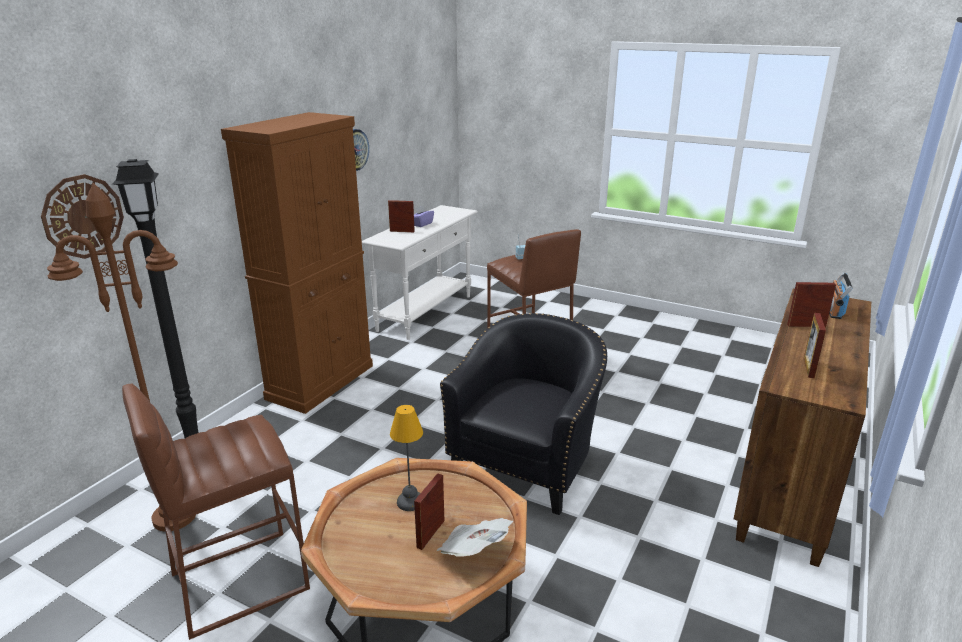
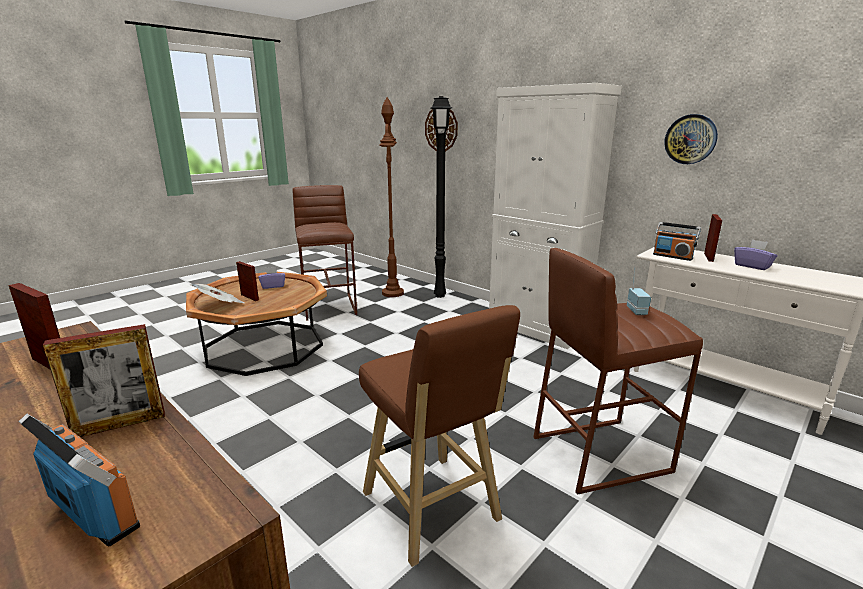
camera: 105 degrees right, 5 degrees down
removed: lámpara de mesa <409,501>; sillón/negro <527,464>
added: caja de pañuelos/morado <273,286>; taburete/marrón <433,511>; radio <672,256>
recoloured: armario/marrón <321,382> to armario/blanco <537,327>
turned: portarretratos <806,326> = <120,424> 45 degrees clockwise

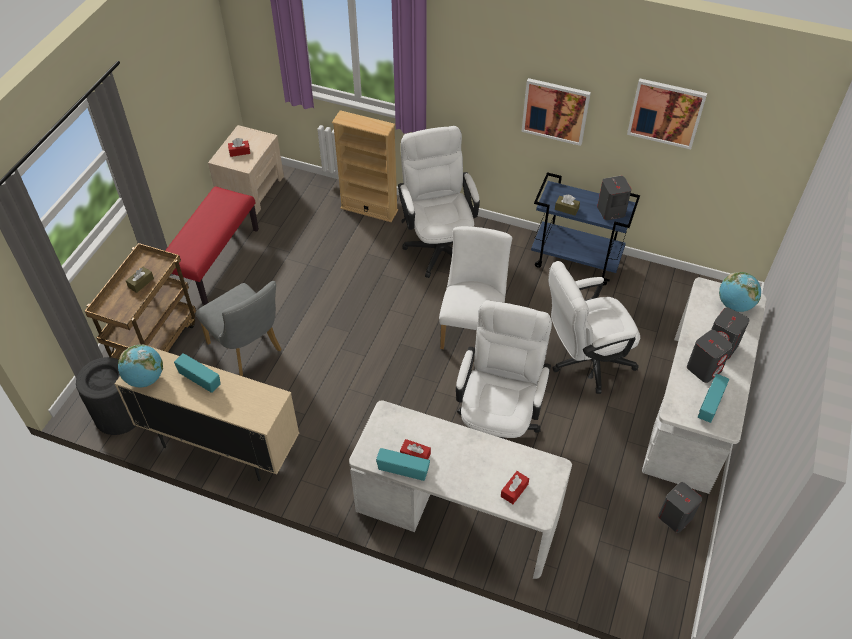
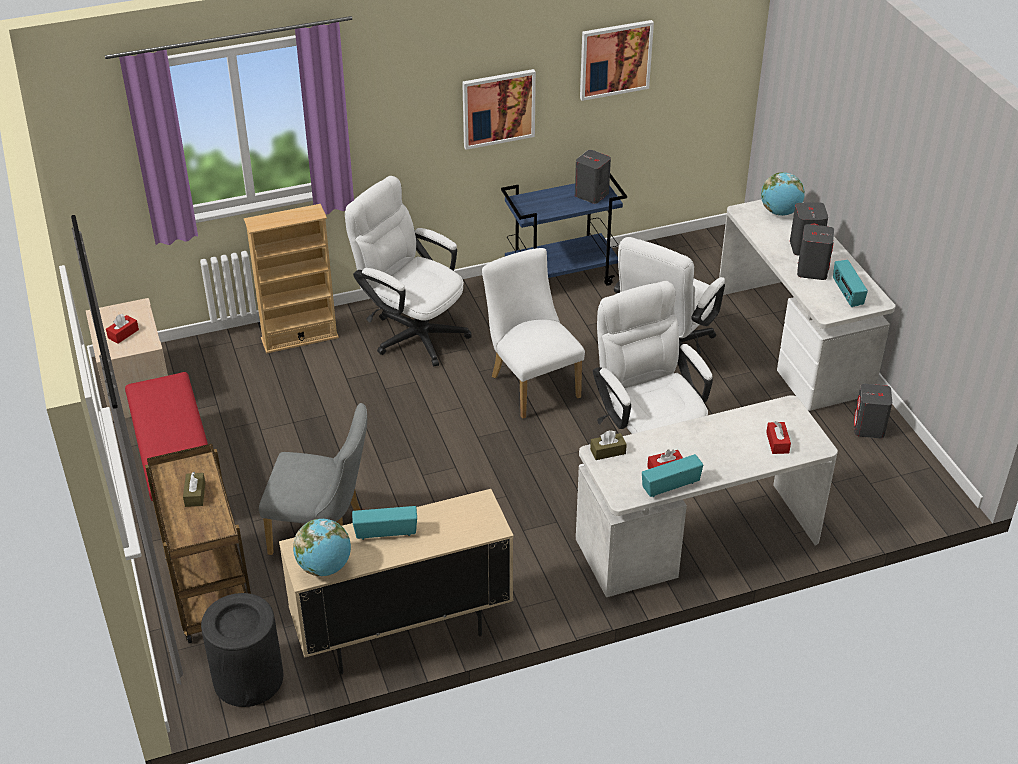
camera: 40 degrees left, 10 degrees down
moved: caja de pañuelos/marrón <566,209> to <608,451>

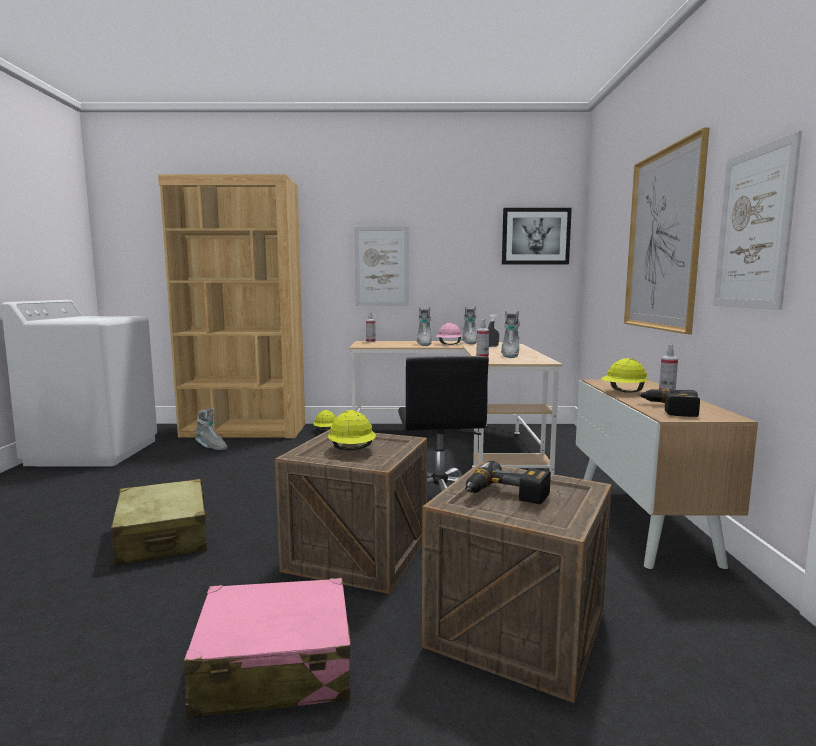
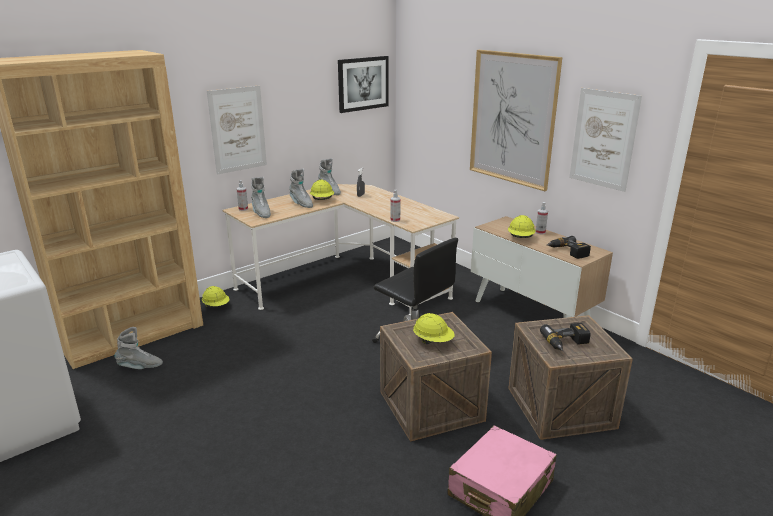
camera: 40 degrees left, 15 degrees up
removed: maleta/beis <163,537>
moved: bota/gris <510,355> to <261,213>
recoloured: casco/rosa <448,344> to casco/amarillo <322,200>

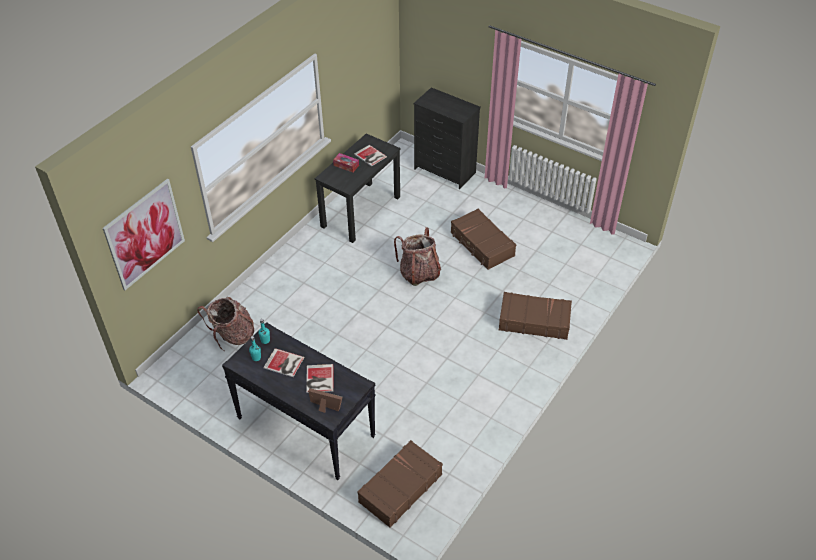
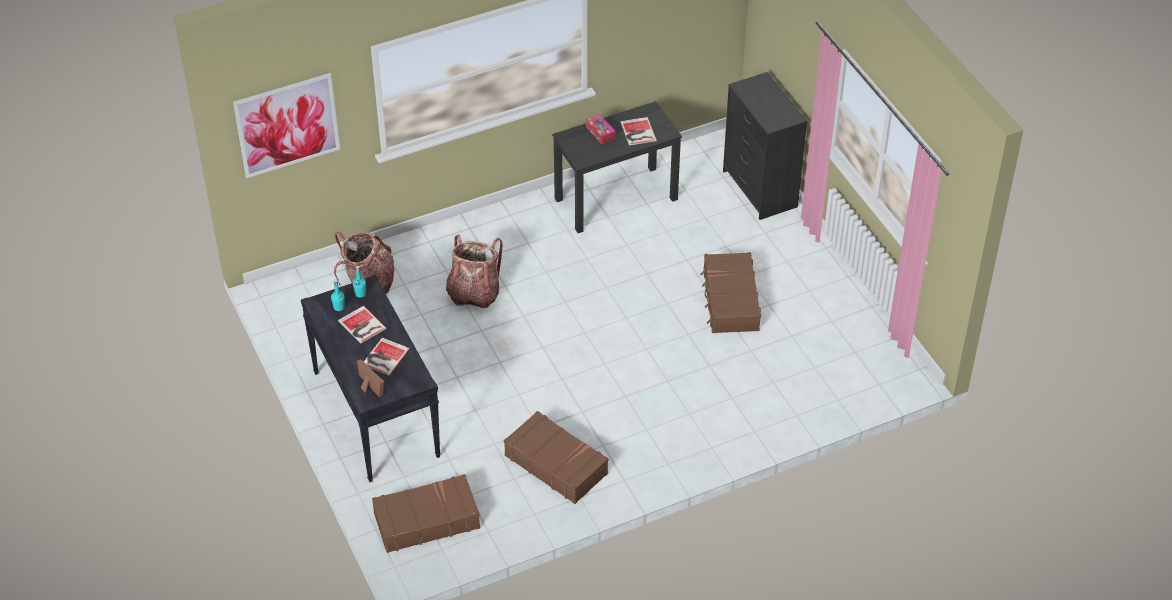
camera: 30 degrees right, 0 degrees up
moved: mochila <419,273> to <474,293>; maleta/marrón <534,321> to <556,464>

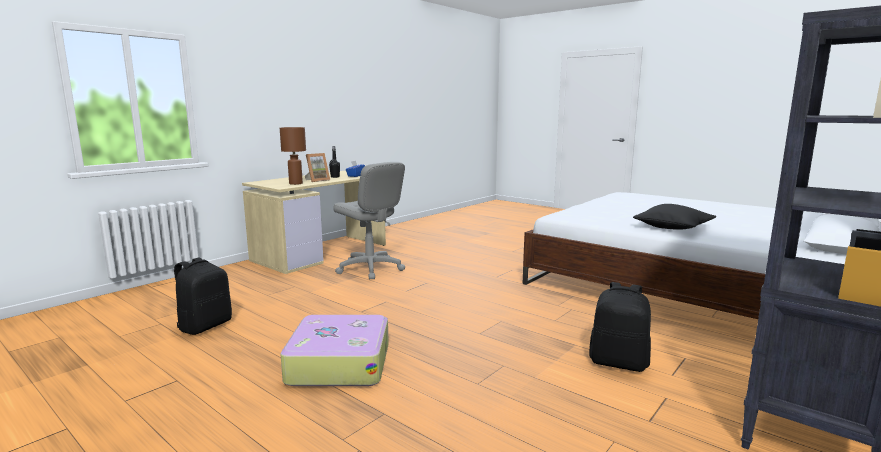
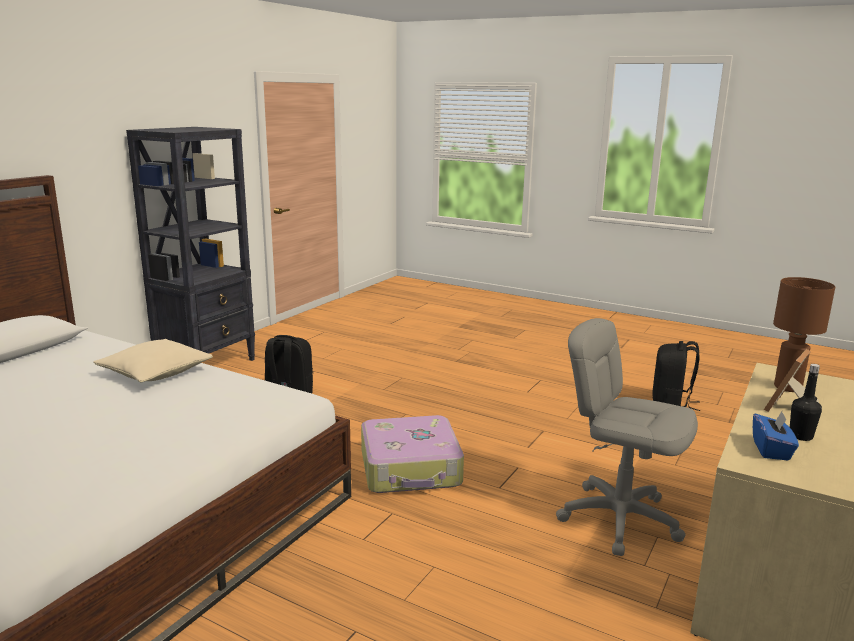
camera: 170 degrees right, 5 degrees up
moved: maleta <339,363> to <411,468>
recoloured: cojín/negro <673,228> to cojín/beis <155,373>

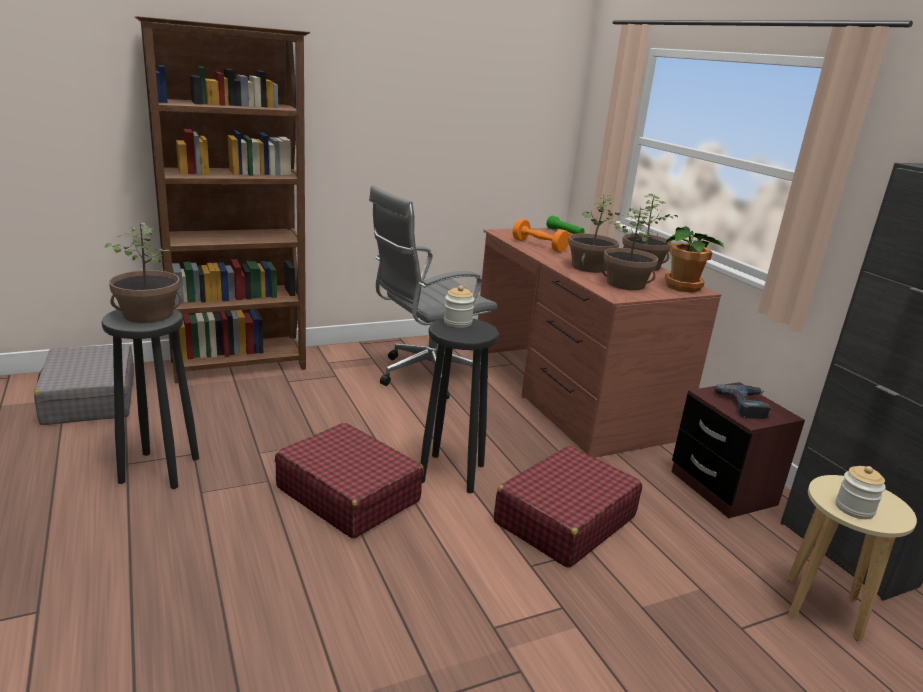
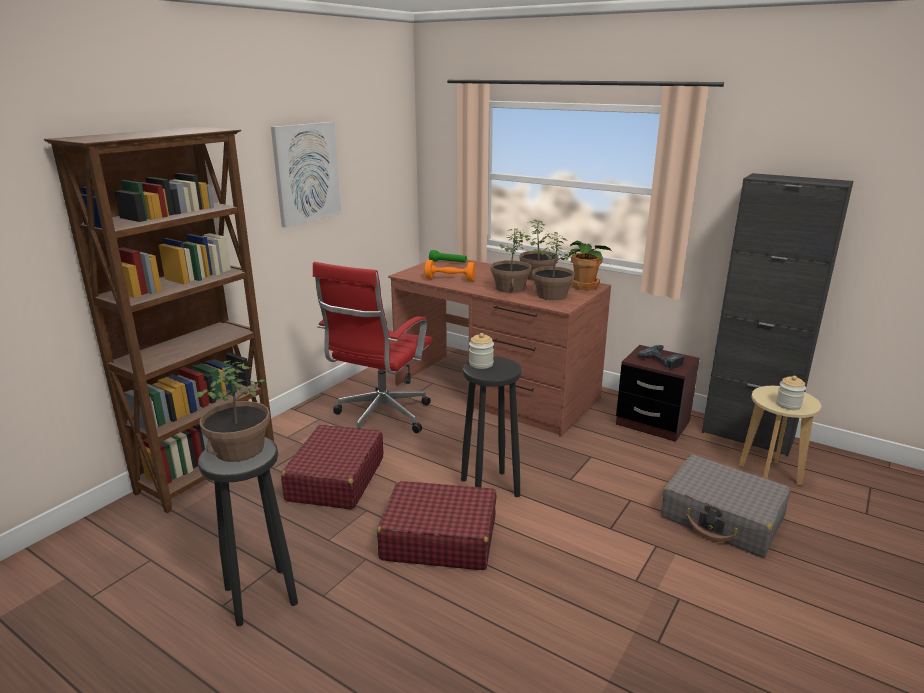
camera: 30 degrees left, 0 degrees up
added: cuadro <306,173>
moved: maleta/rojo <564,520> to <336,479>; maleta/gris <89,398> to <722,518>
recoloured: silla de oficina/gris <425,376> to silla de oficina/rojo <380,418>

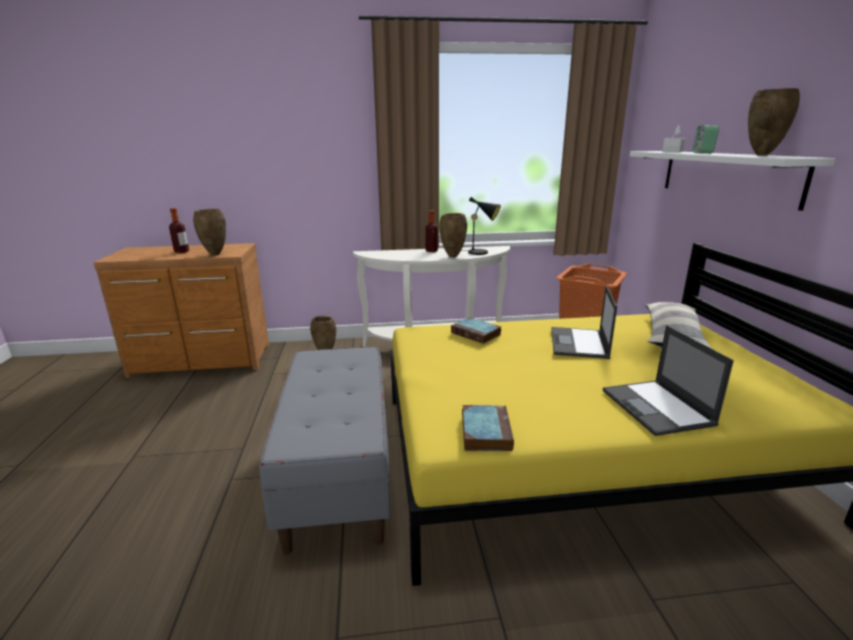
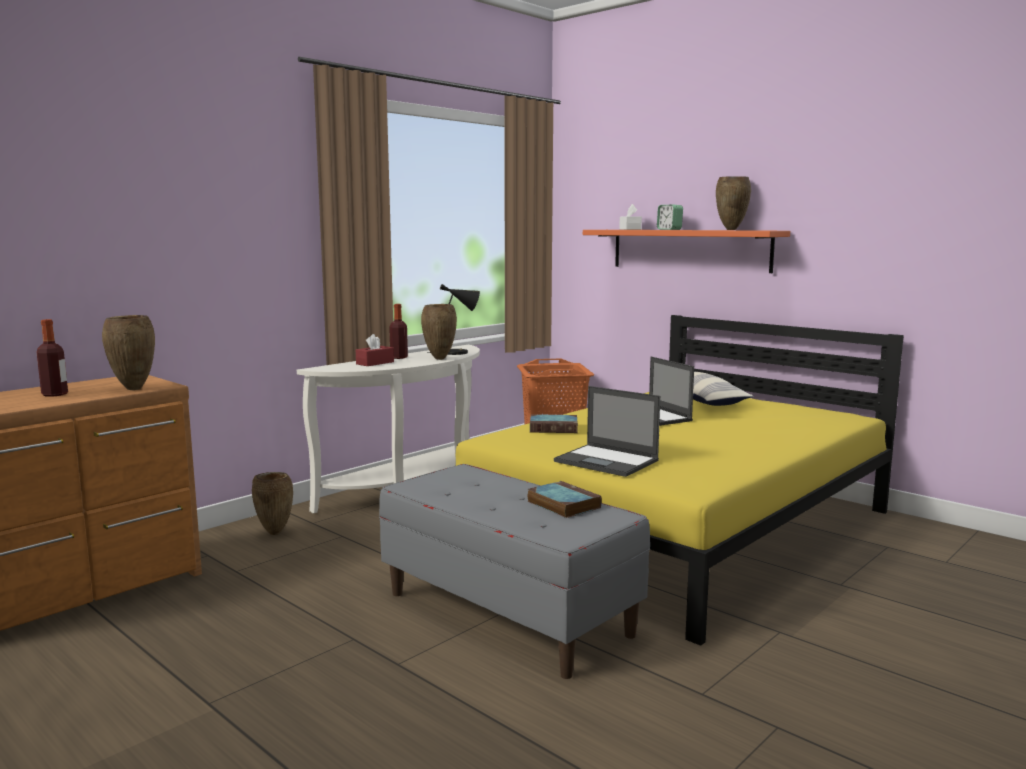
camera: 40 degrees left, 10 degrees down
added: caja de pañuelos/rojo <375,363>
moved: libro <485,431> to <562,504>; portátil <657,408> to <607,461>
recoloured: estante/blanco <726,175> to estante/naranja <689,249>

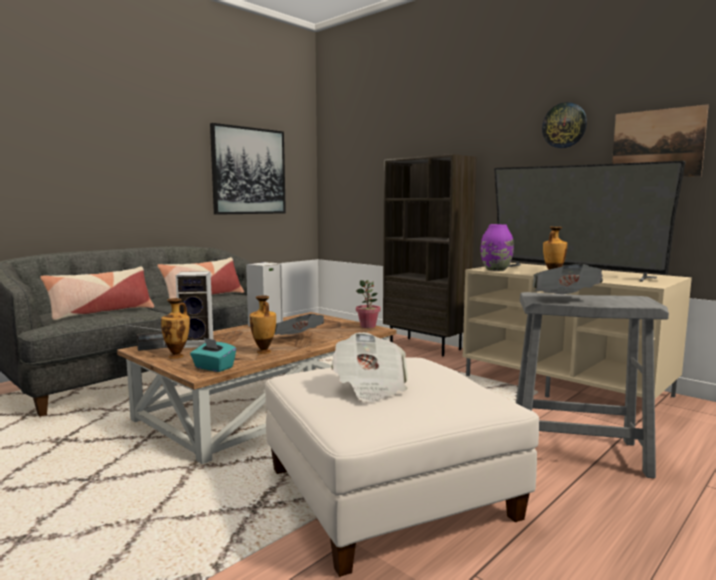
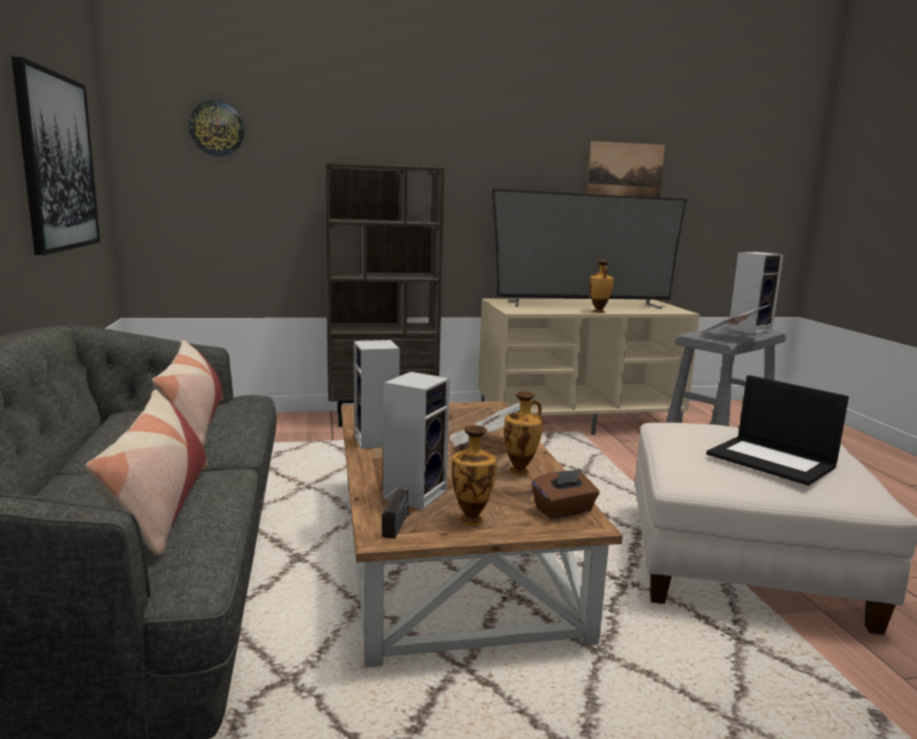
camera: 55 degrees left, 5 degrees up
removed: planta en maceta <368,326>; florero/morado <496,269>
added: altavoz <750,329>
moved: reloj de pared <564,125> to <217,128>
replaced: periódico <370,387> to portátil <772,460>
recoloured: caja de pañuelos/turquesa <213,368> to caja de pañuelos/marrón <564,511>

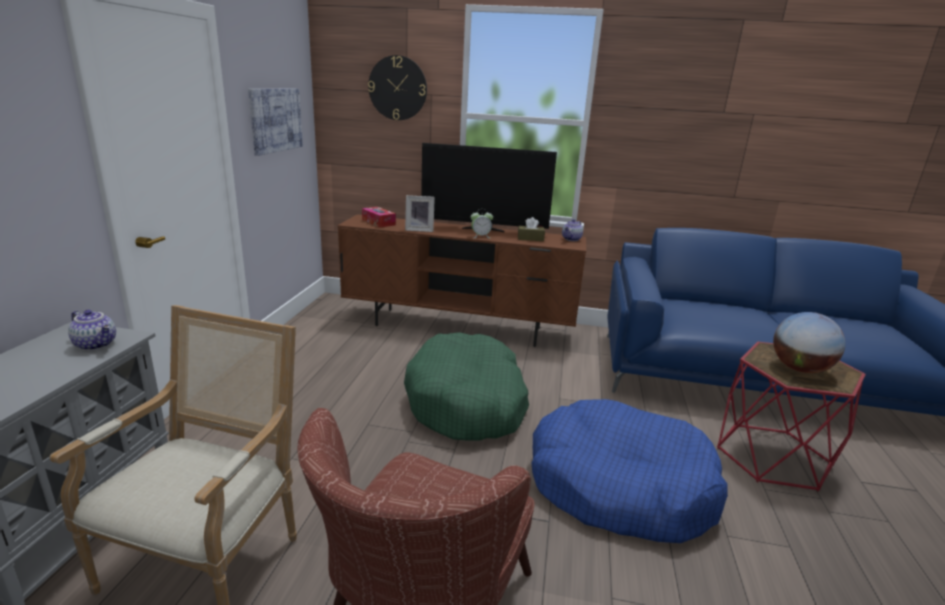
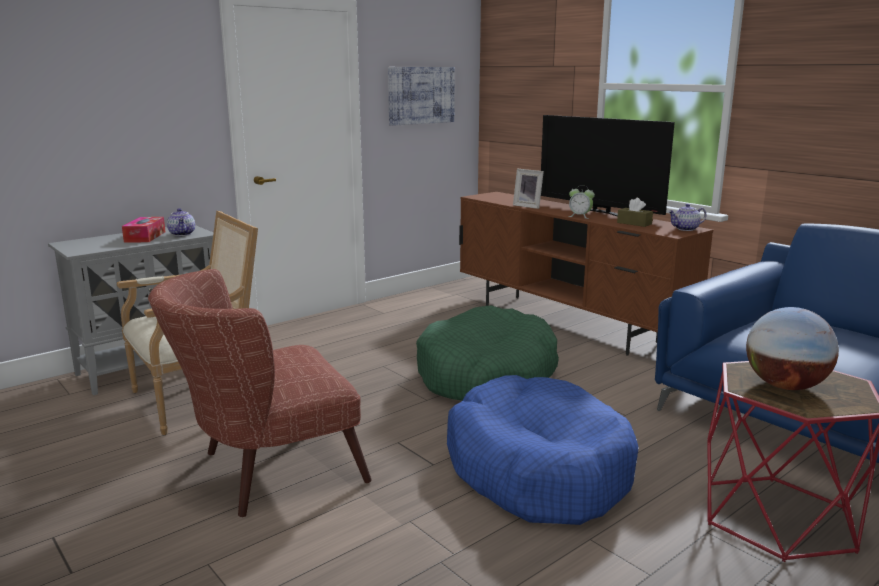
camera: 40 degrees right, 5 degrees down
removed: reloj de pared <397,88>
moved: caja de pañuelos <378,222> to <145,237>

